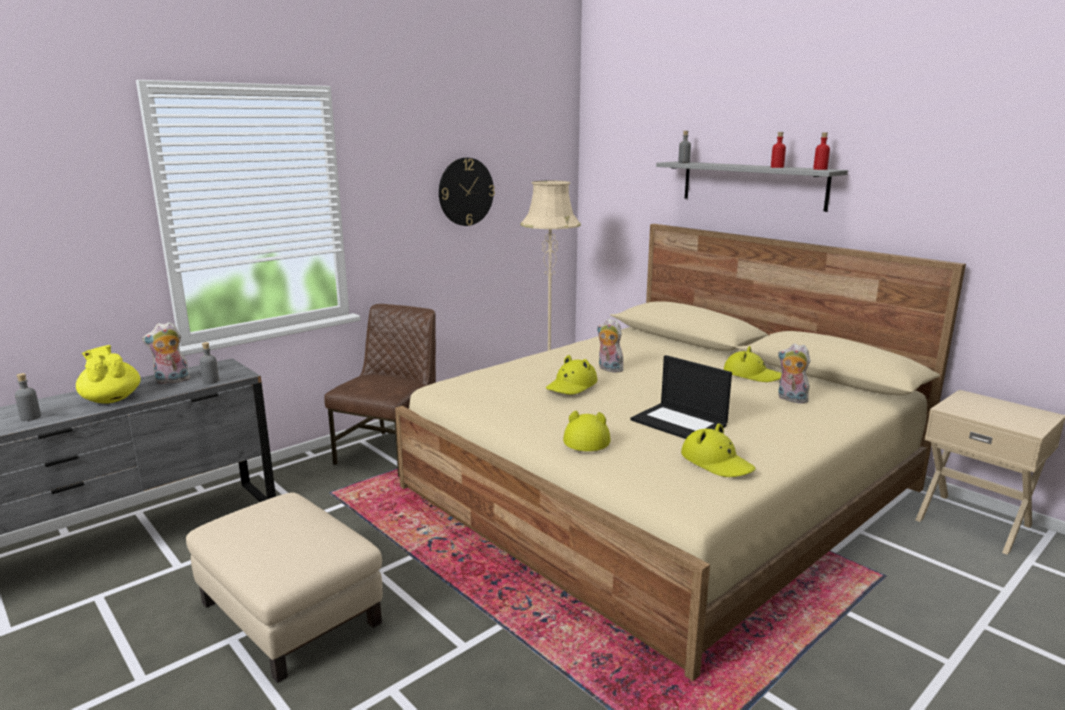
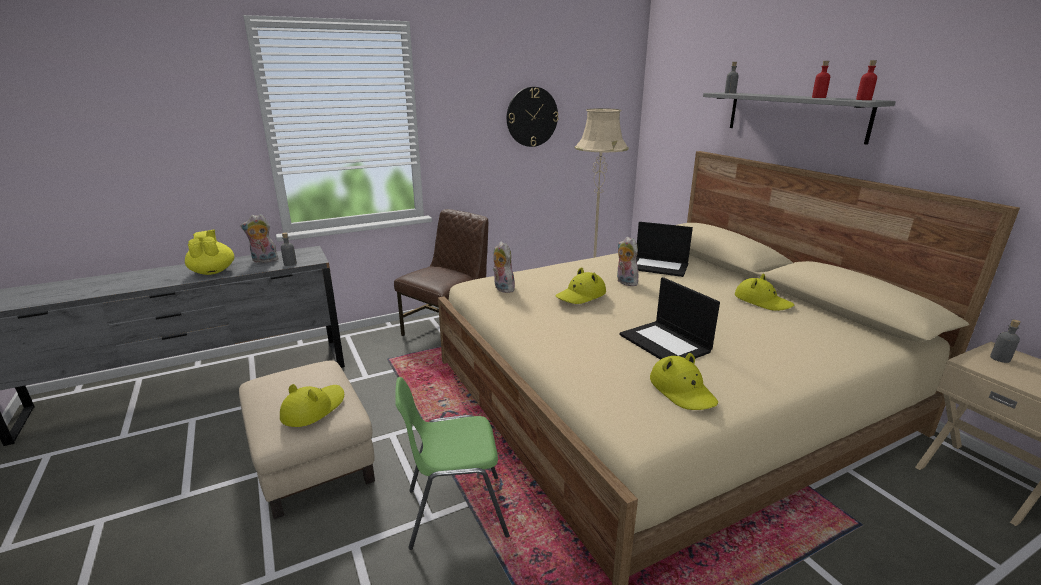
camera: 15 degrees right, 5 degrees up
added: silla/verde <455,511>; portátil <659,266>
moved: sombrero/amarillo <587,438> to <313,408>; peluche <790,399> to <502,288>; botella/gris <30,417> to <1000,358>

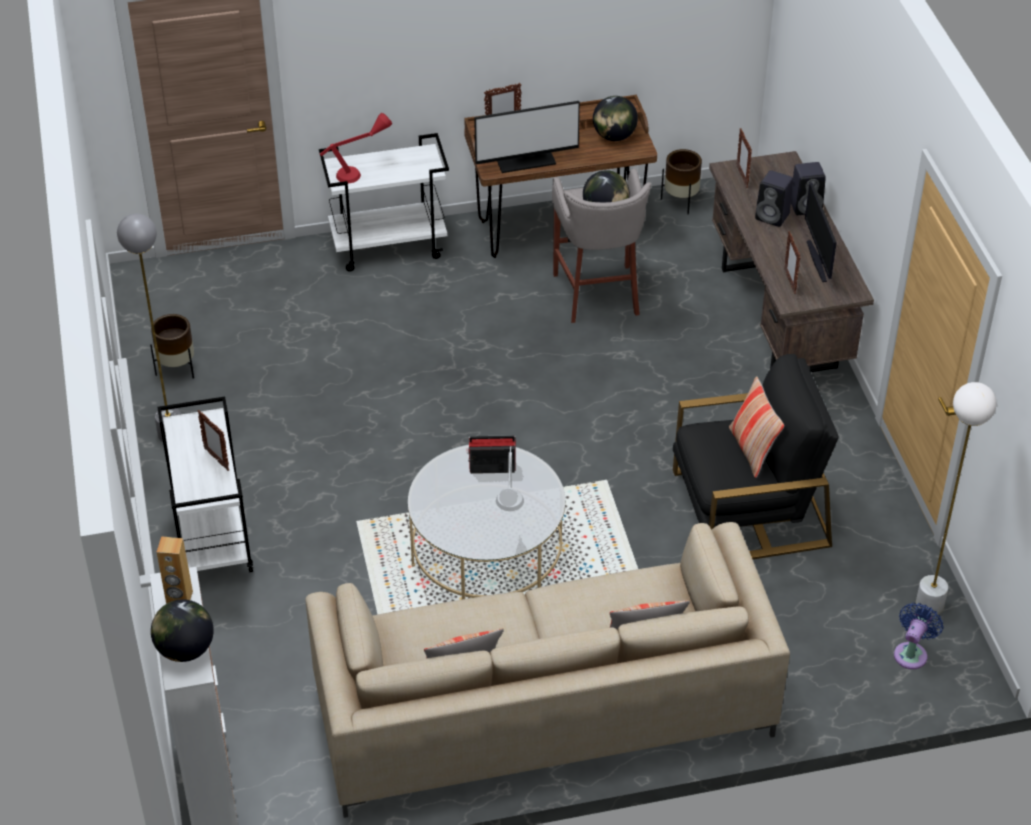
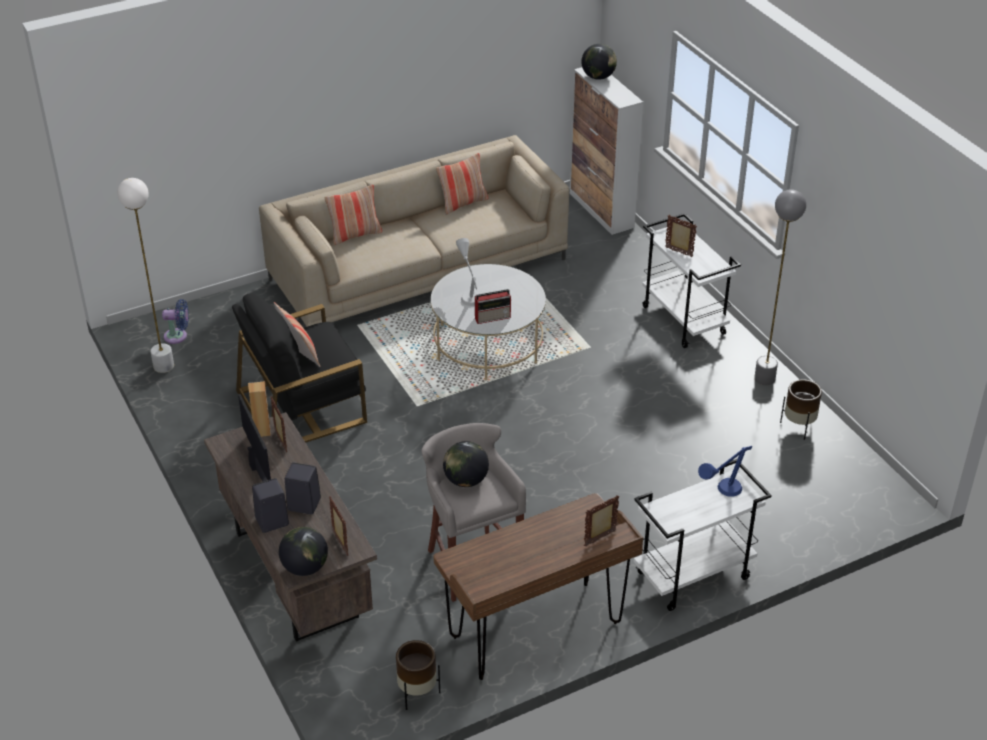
camera: 165 degrees right, 5 degrees down
removed: monitor <525,159>
moved: altavoz/marrón <179,598> to <262,431>; globo terráqueo <614,136> to <305,568>
recoloured: lámpara de mesa/rojo <360,171> to lámpara de mesa/azul <721,494>
turned: ventilador/azul <912,653> = <178,336> 105 degrees counterclockwise

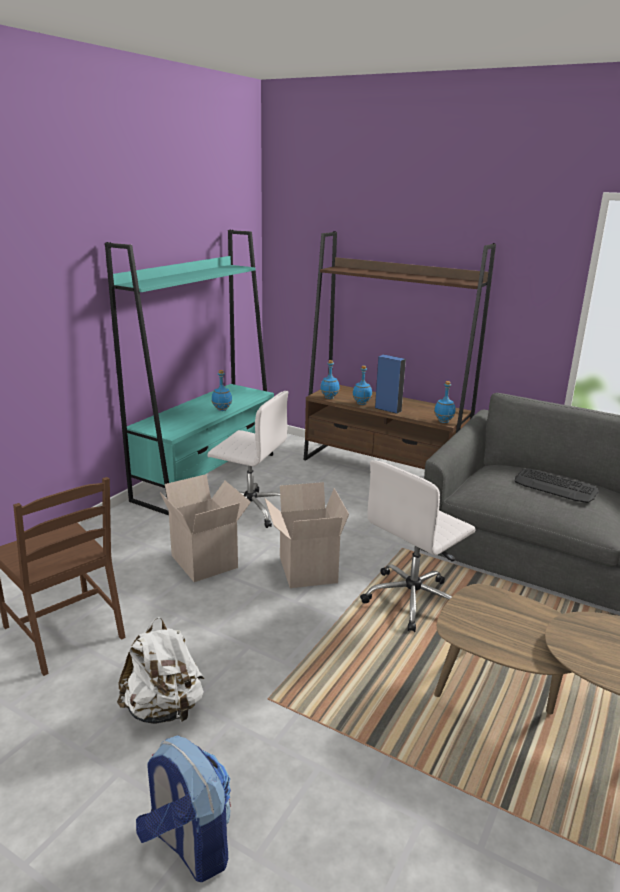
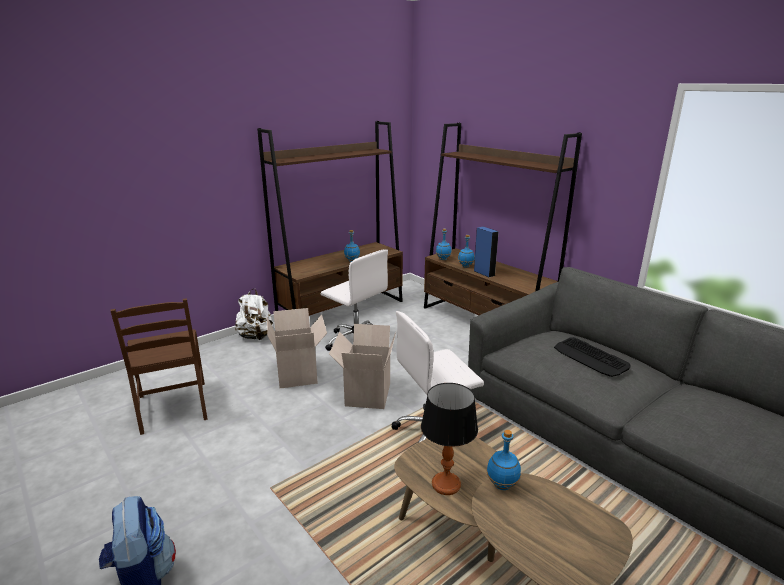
camera: 20 degrees right, 0 degrees up
added: lámpara de mesa <445,484>
moved: mochila/blanco <164,709> to <256,336>; botella/azul <444,421> to <502,485>
recoloured: estantería/turquesa <207,476> to estantería/marrón <342,311>

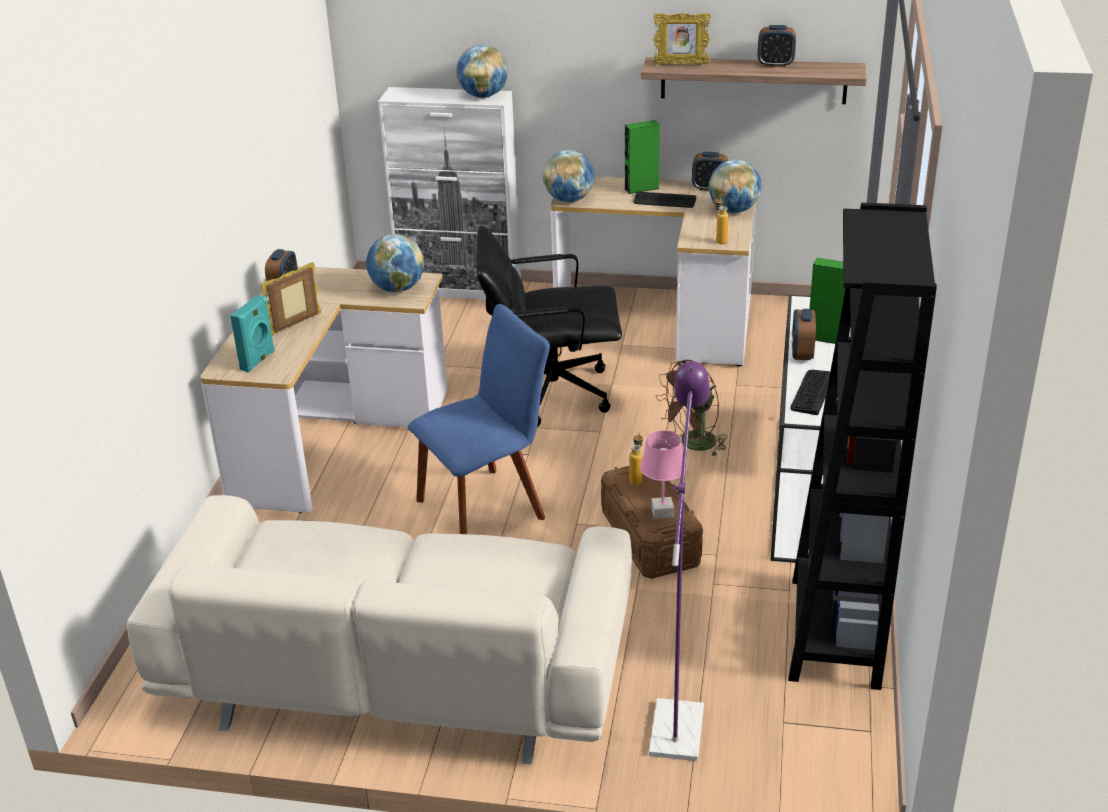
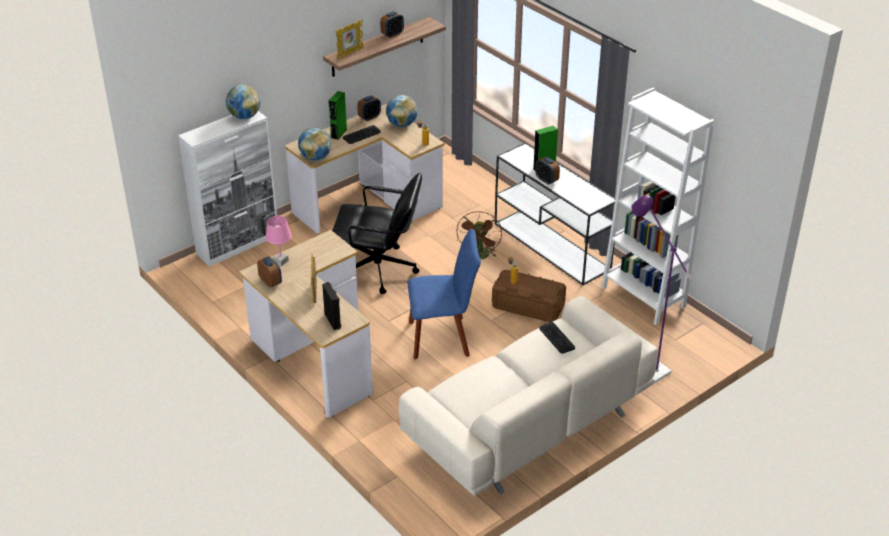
camera: 50 degrees left, 5 degrees up
removed: globo terráqueo <397,289>
moved: lámpara de mesa/rosa <662,512> to <281,262>; teclado <812,392> to <556,338>
recoloured: altavoz/turquesa <259,360> to altavoz/negro <333,321>; estantería/negro <834,632> to estantería/blanco <643,297>
turned: silla de oficina/negro <550,392> = <379,270> 120 degrees counterclockwise; silla/azul <486,506> = <443,338> 75 degrees clockwise

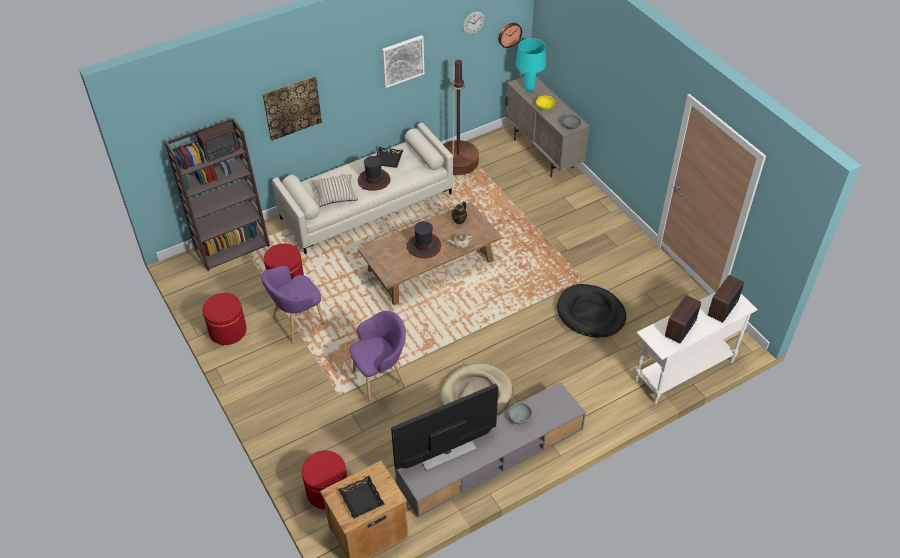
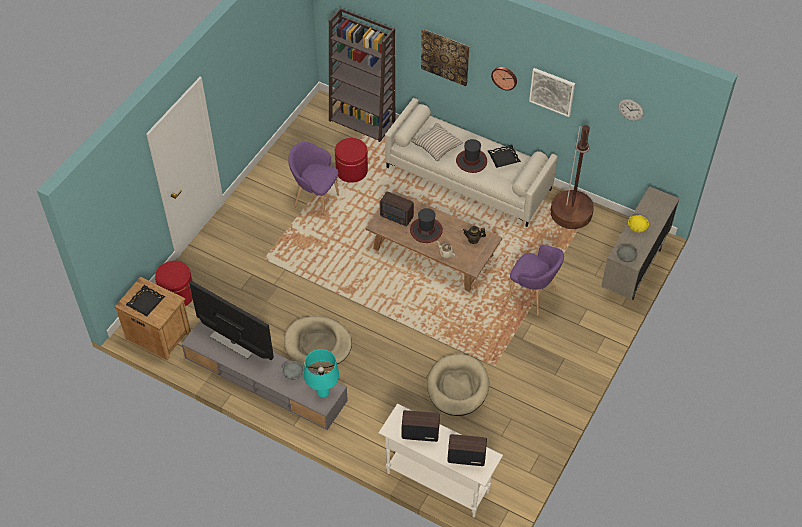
camera: 60 degrees right, 5 degrees up
removed: puf/rojo <228,331>
moved: lámpara de mesa/turquesa <529,88> to <323,393>; radio <221,153> to <397,218>; reloj de pared <509,34> to <504,77>; sillón/morado <381,378> to <533,295>
recoloured: cama para perro/negro <590,313> to cama para perro/beis <457,387>

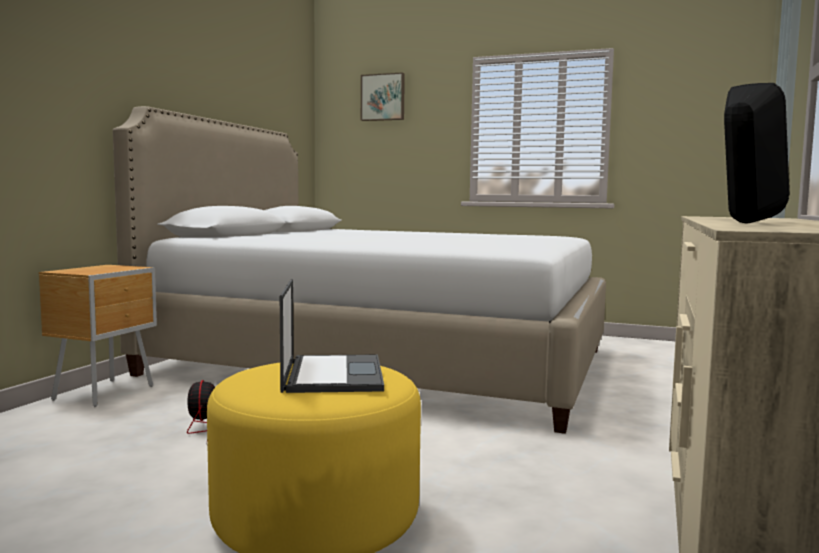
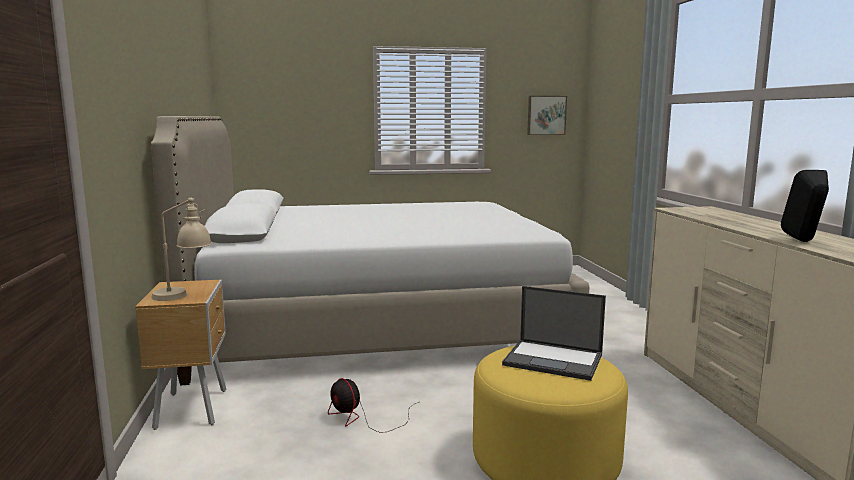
camera: 30 degrees left, 5 degrees up
added: lámpara de mesa/beis <184,296>
moved: cuadro <383,97> to <546,115>
turned: portátil <332,374> = <554,360> 150 degrees clockwise

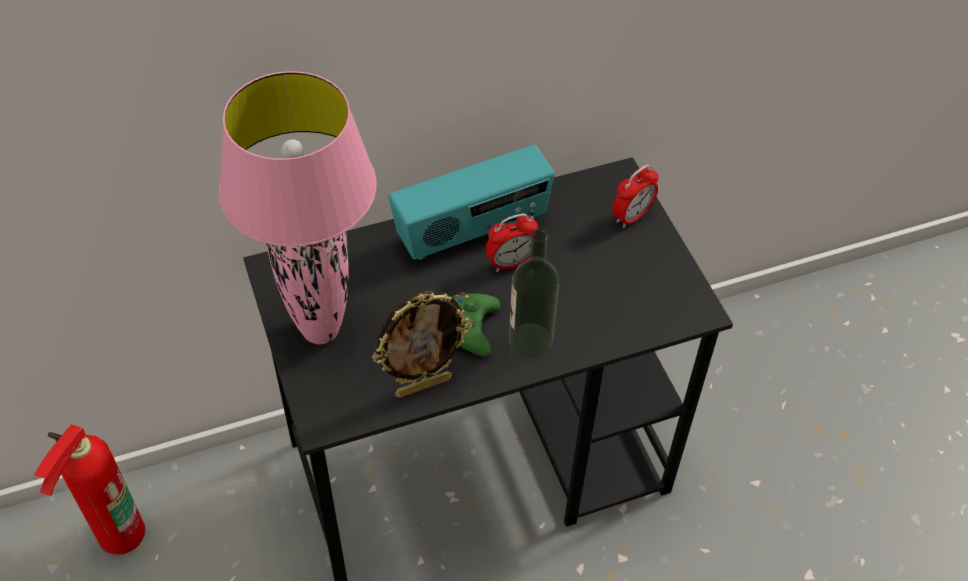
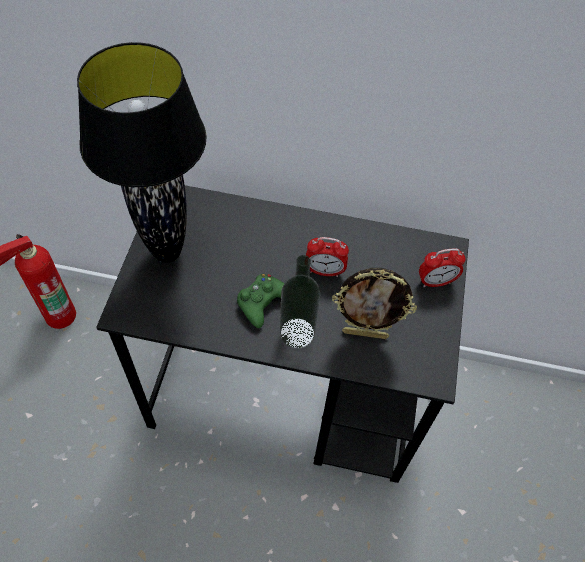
camera: 30 degrees right, 5 degrees up
removed: radio <472,230>
moved: portarretratos <423,385> to <365,333>
recoloured: lámpara de mesa/rosa <320,332> to lámpara de mesa/negro <166,253>

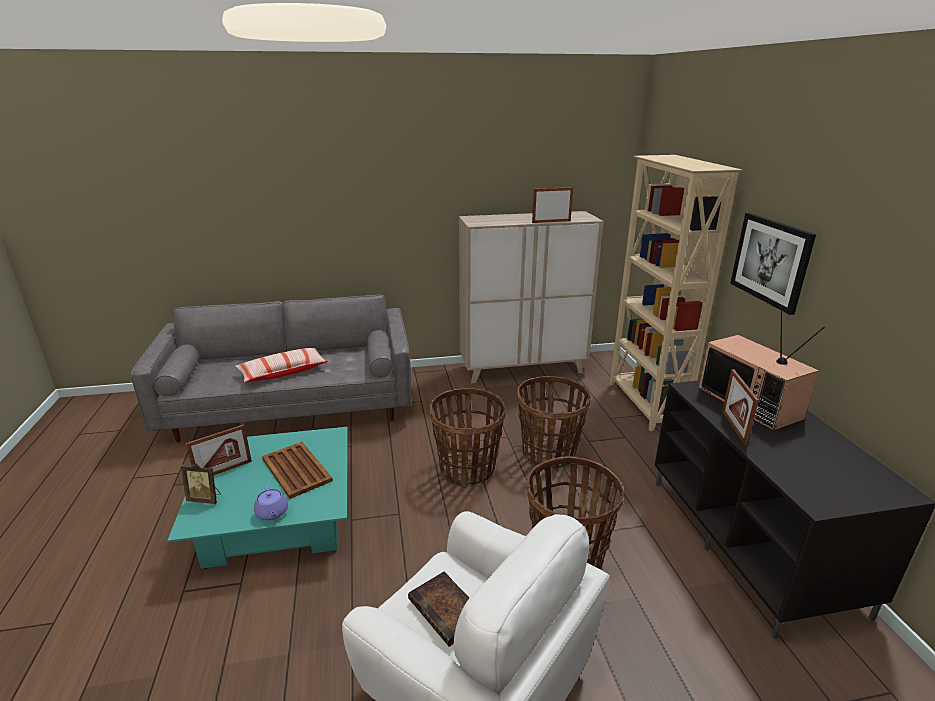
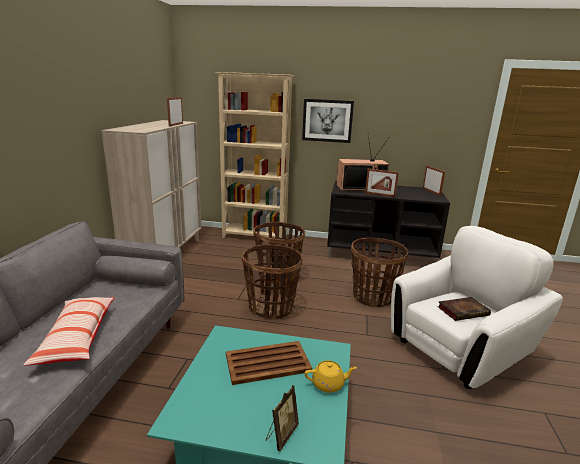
camera: 70 degrees left, 5 degrees down
moved: portarretratos <224,470> to <431,191>
recoloured: tetera/morado <272,513> to tetera/amarillo <328,384>

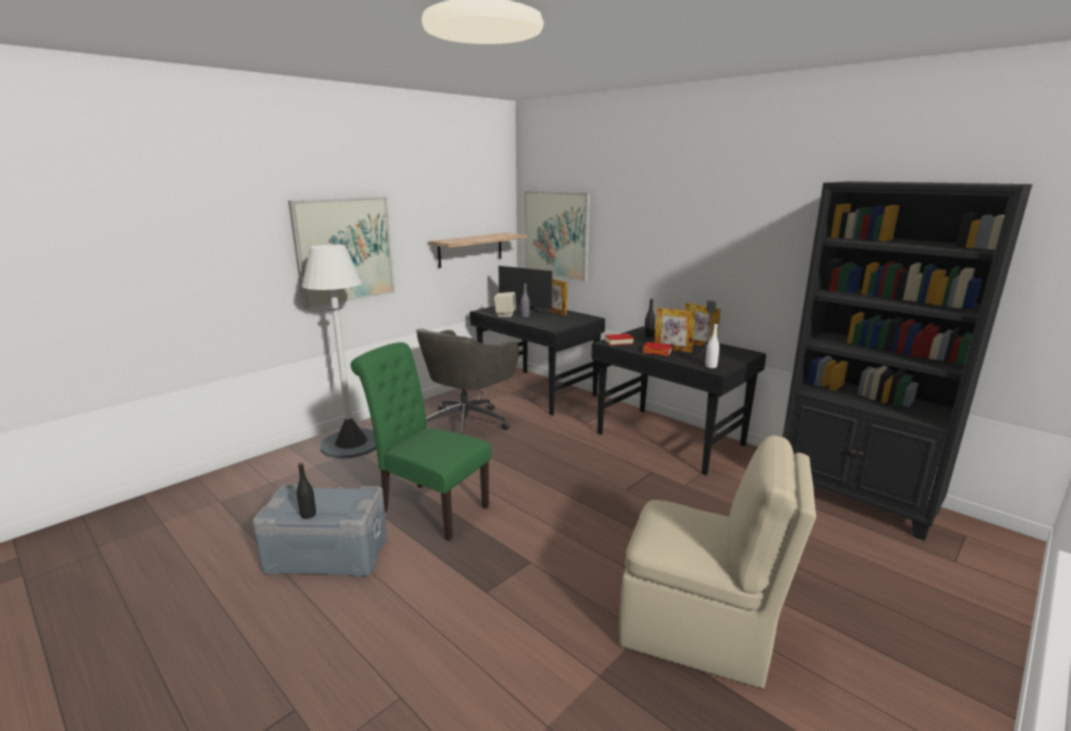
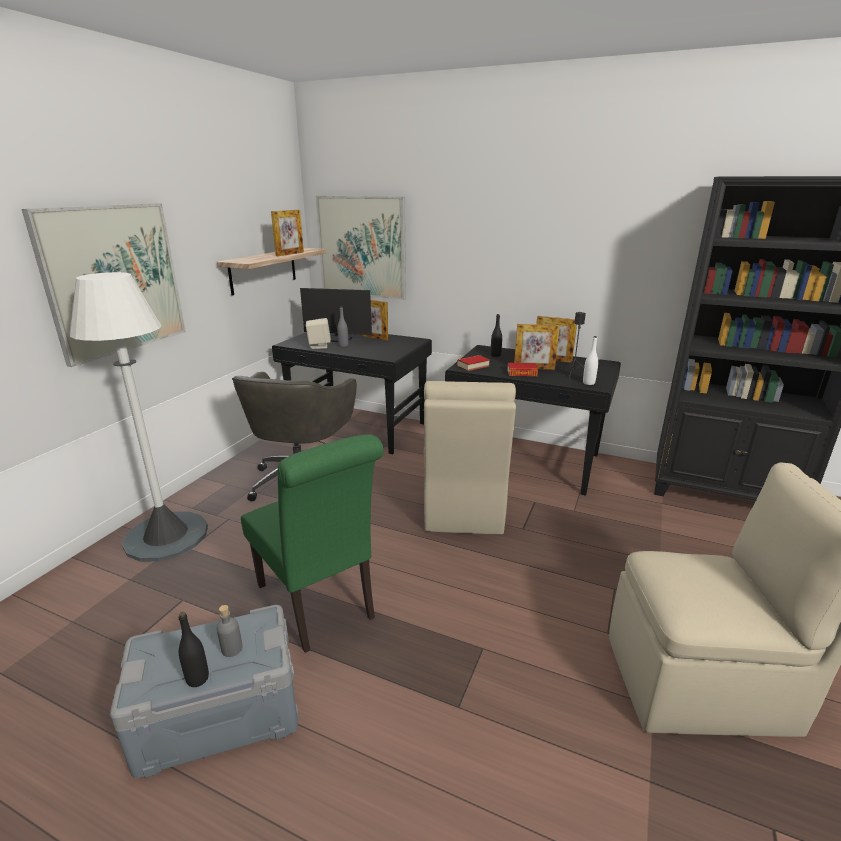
camera: 20 degrees left, 5 degrees up
added: botella/gris <232,649>; portarretratos <290,254>; silla/beis <463,507>
turned: silla/verde <428,508> = <319,605> 135 degrees counterclockwise

